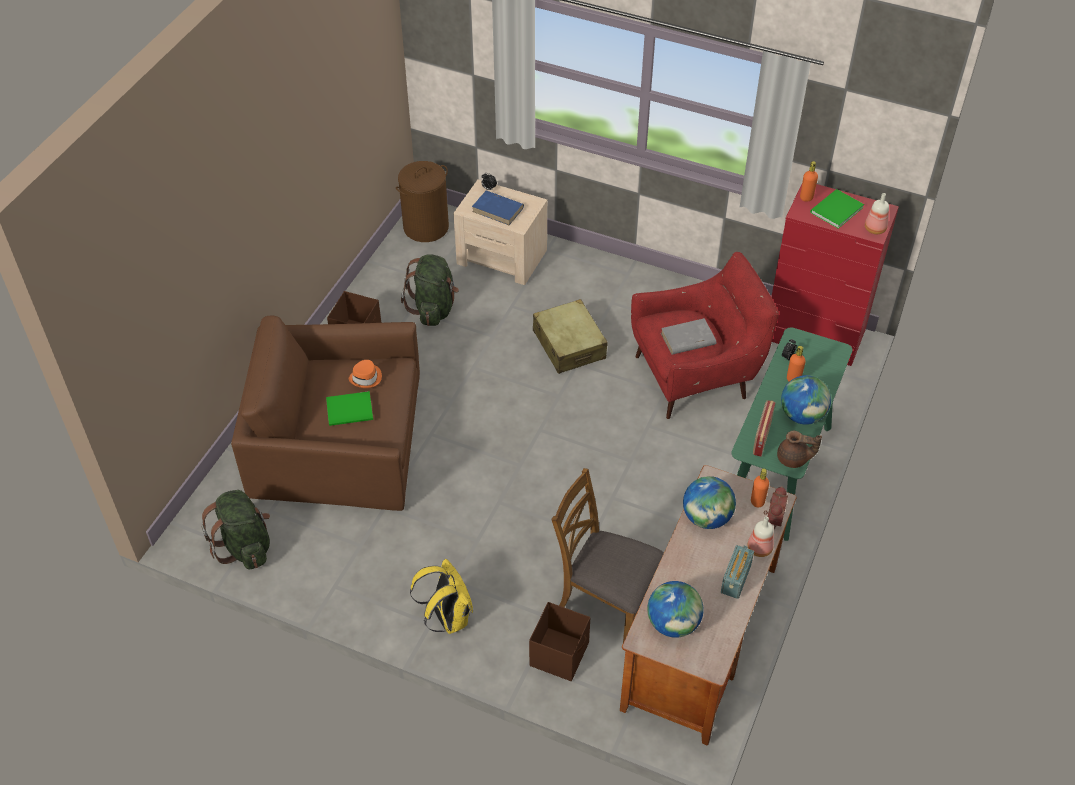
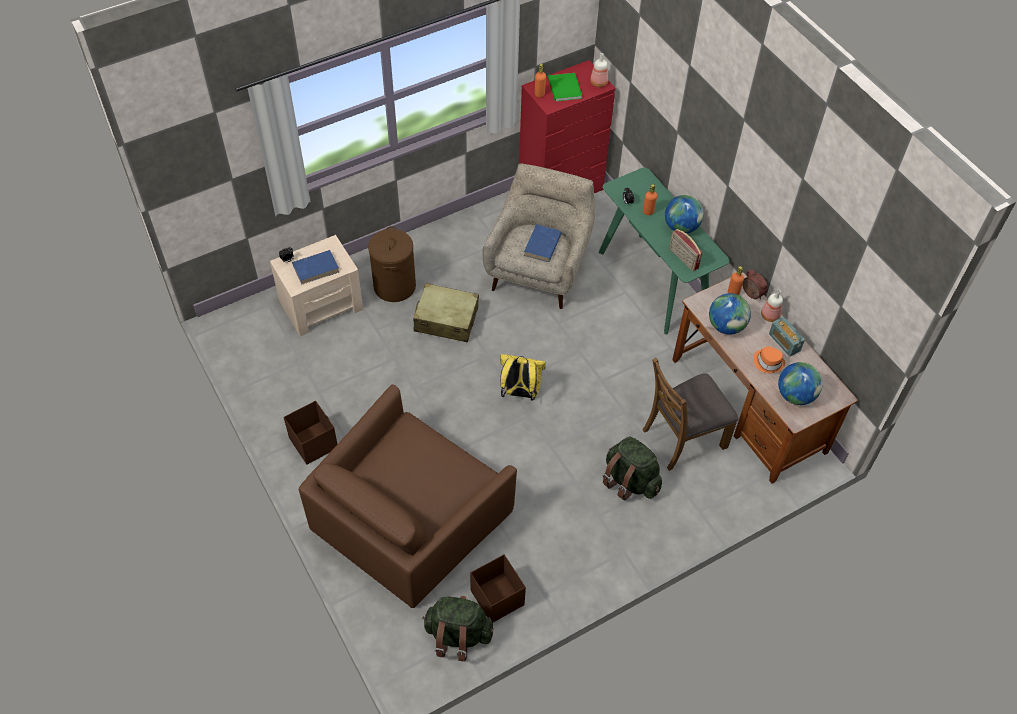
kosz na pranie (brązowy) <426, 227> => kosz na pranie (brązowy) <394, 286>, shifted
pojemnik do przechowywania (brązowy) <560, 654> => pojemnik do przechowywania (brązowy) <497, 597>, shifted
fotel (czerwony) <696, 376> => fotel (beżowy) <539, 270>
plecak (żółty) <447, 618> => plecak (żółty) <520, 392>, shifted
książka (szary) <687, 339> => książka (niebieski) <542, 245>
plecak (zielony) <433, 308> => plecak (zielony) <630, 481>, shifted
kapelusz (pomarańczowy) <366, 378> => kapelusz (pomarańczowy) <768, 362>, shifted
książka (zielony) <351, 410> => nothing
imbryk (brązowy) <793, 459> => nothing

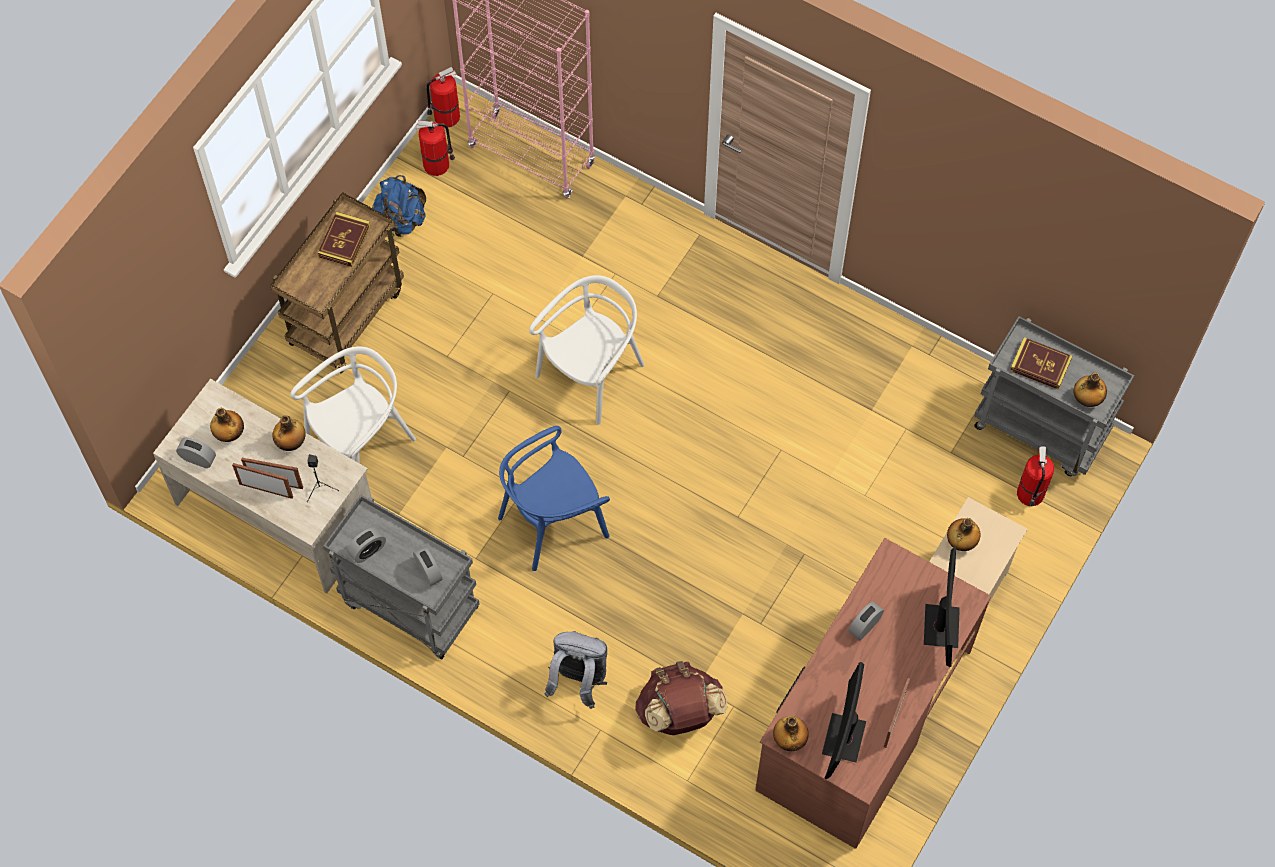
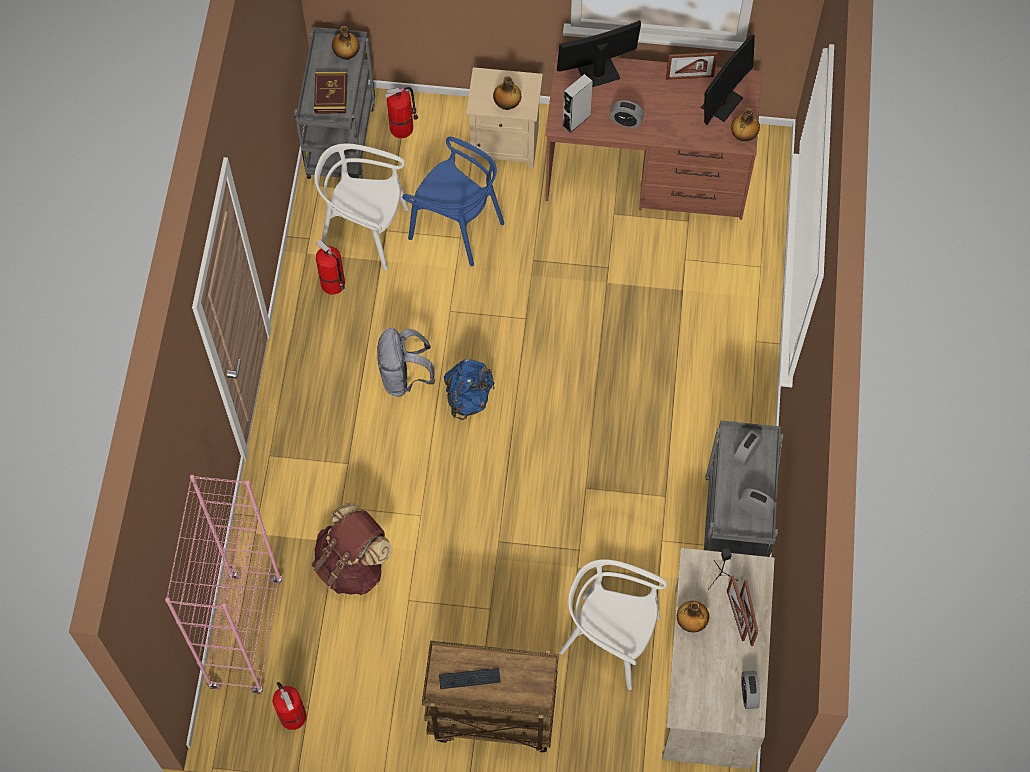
plecak (brązowy) <679, 713> => plecak (brązowy) <353, 565>, shifted
krzesło (biały) <591, 374> => krzesło (biały) <365, 231>, shifted
gaśnica <445, 117> => gaśnica <334, 284>, shifted
plecak (szary) <578, 680> => plecak (szary) <405, 378>, shifted
krzesło (niebieski) <553, 522> => krzesło (niebieski) <456, 227>, shifted
książka <344, 241> => klawiatura <469, 679>
plecak (niebieski) <401, 219> => plecak (niebieski) <469, 398>, shifted
nothing => głośnik (szary) <576, 120>
monitor <843, 738> => monitor <722, 103>, 45 degrees counterclockwise
butelka <229, 433> => nothing

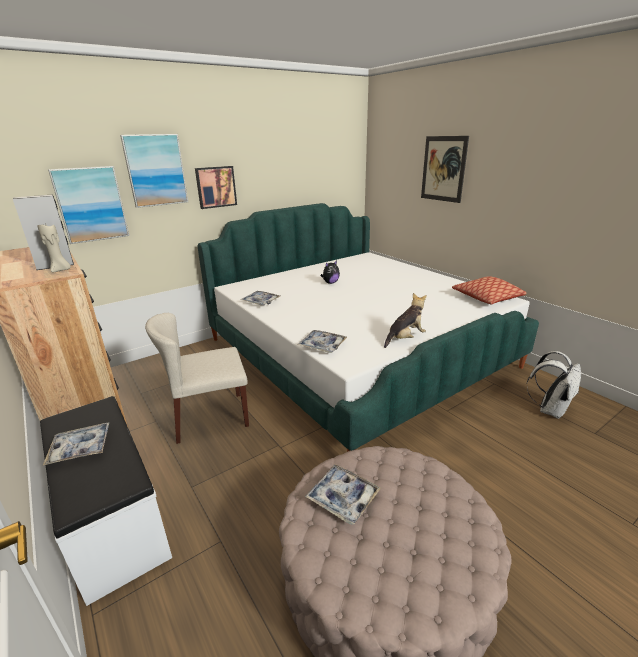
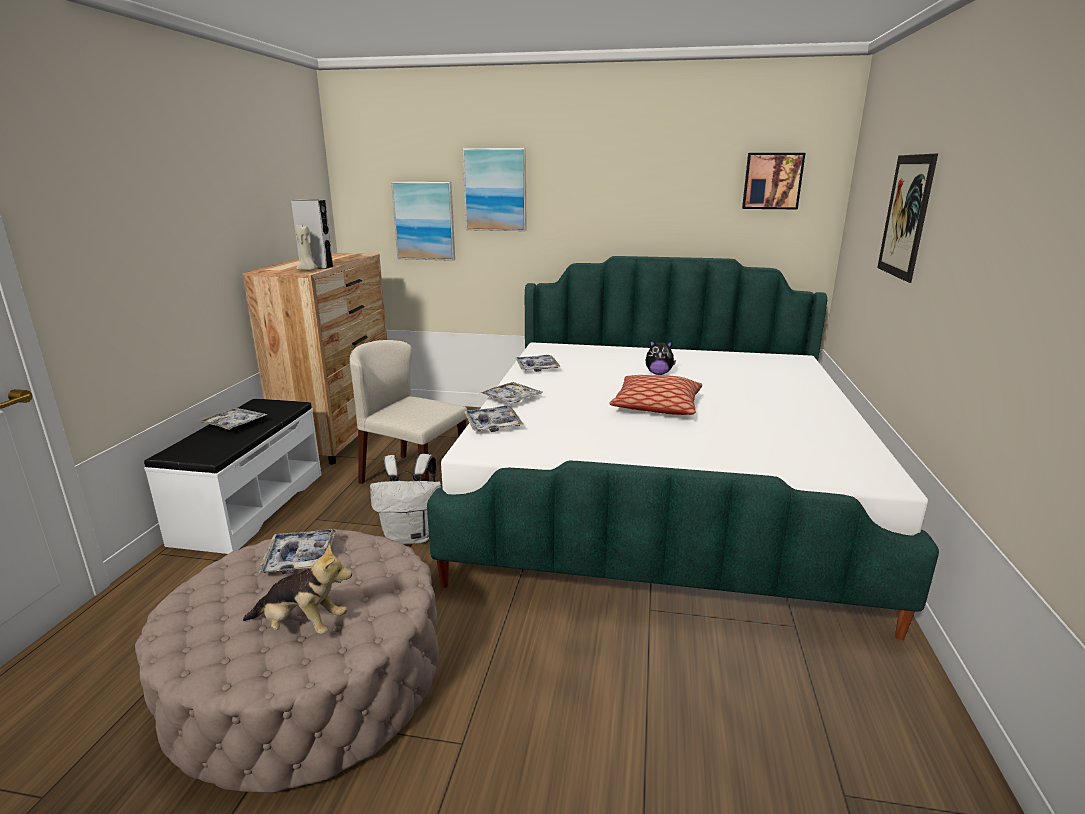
pluszak <405, 338> => pluszak <302, 625>, shifted
plecak (biały) <550, 409> => plecak (biały) <412, 536>, shifted
nothing => taca <511, 399>
poduszka <487, 298> => poduszka <656, 406>, shifted
obraz <215, 187> => obraz <772, 181>, shifted

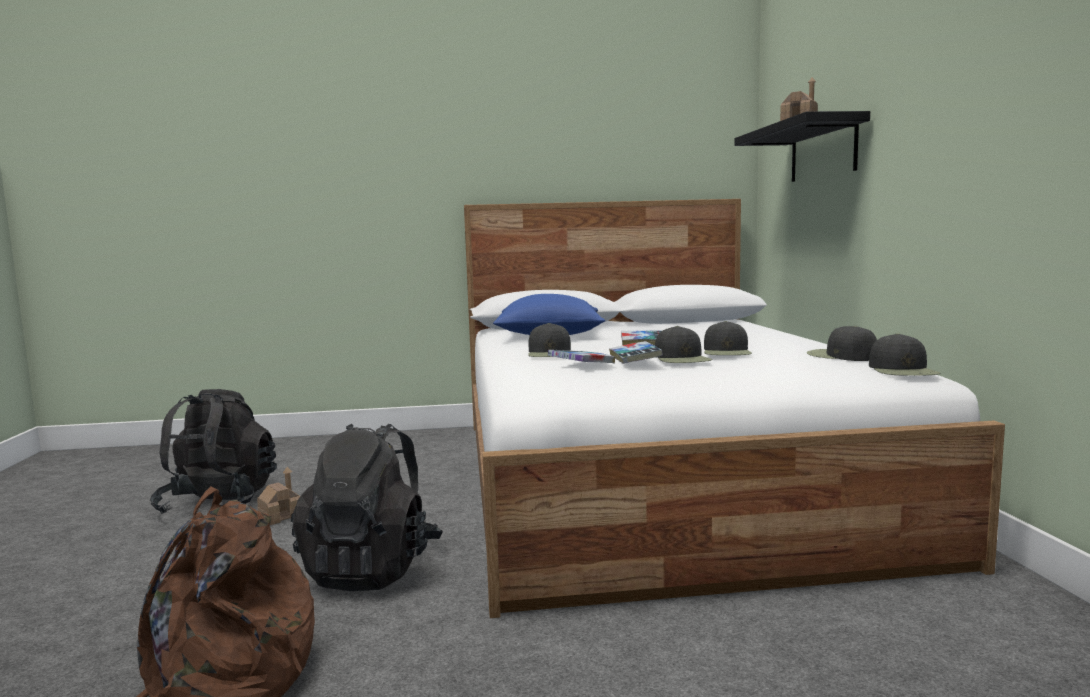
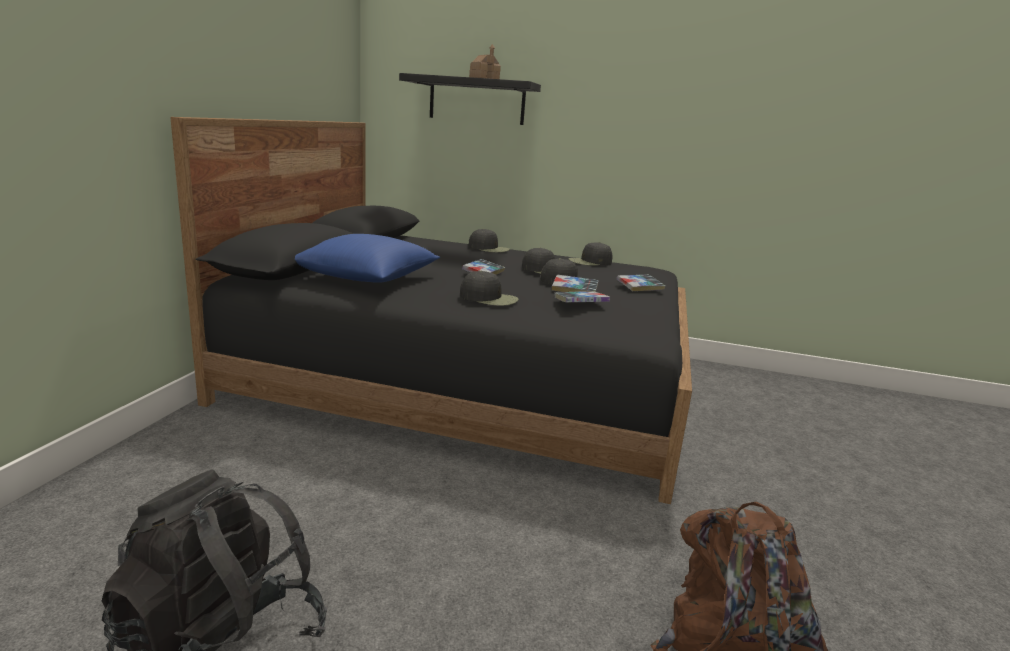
łóżko (biały) <657, 478> => łóżko (czarny) <469, 380>
czapka z daszkiem (czarny) <903, 370> => czapka z daszkiem (czarny) <489, 248>, shifted
nothing => książka <640, 287>
domek <280, 516> => nothing
plecak (czarny) <372, 569> => nothing

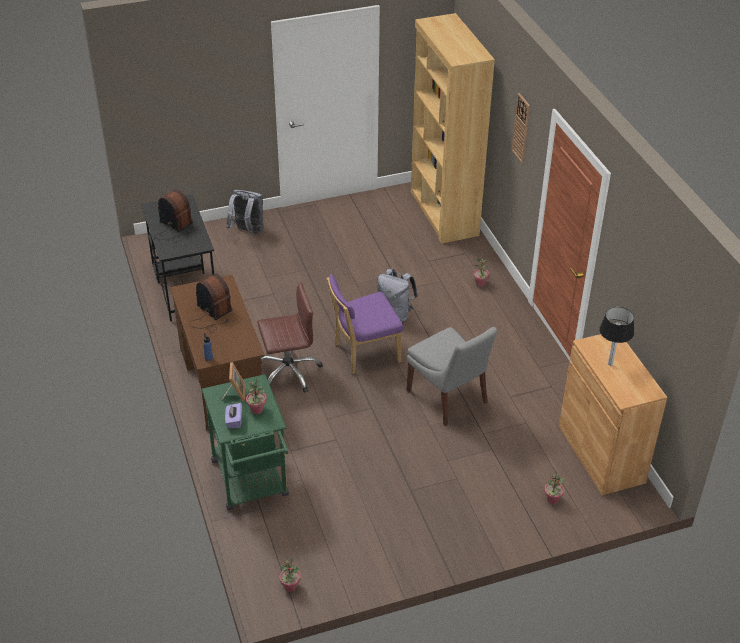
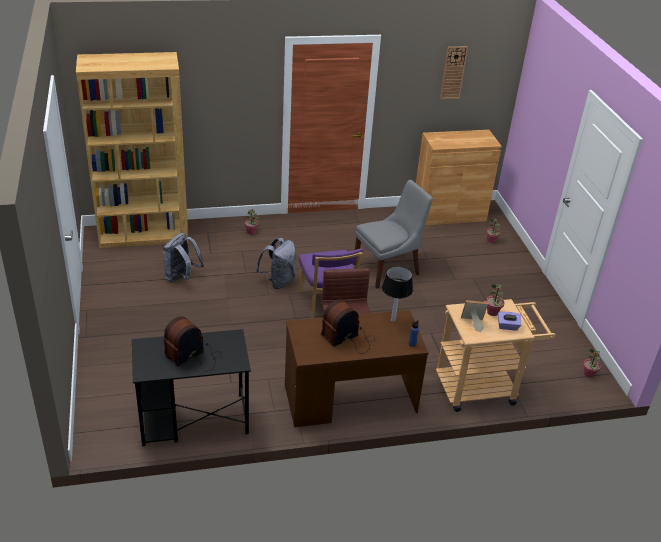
plecak (szary) <247, 231> => plecak (szary) <181, 277>, shifted
lampa stołowa <610, 364> => lampa stołowa <393, 320>, shifted
wózek (zielony) <252, 483> => wózek (beżowy) <482, 387>
zegar ścienny <521, 128> => zegar ścienny <453, 72>, shifted

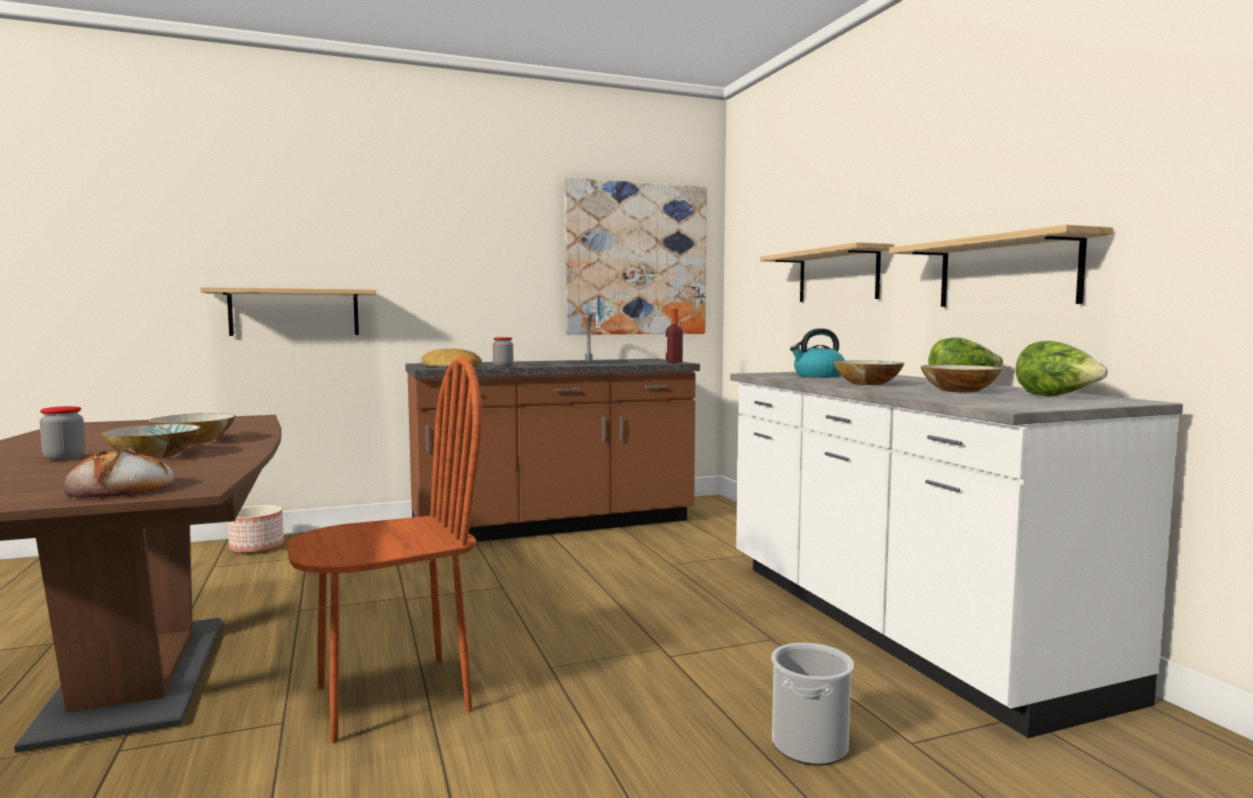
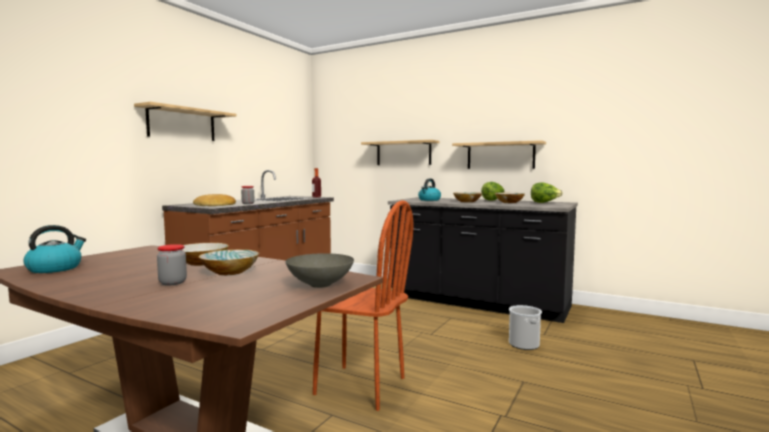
nothing => czajnik <55, 268>
półka <294, 312> => półka <182, 124>, shifted
chleb <122, 489> => miska (szary) <321, 284>
krzesło (brązowy) <392, 698> => krzesło (brązowy) <359, 386>, 90 degrees clockwise
zabudowa kuchenna (biały) <898, 625> => zabudowa kuchenna (czarny) <478, 302>
donica <257, 548> => nothing
obraz <636, 259> => nothing

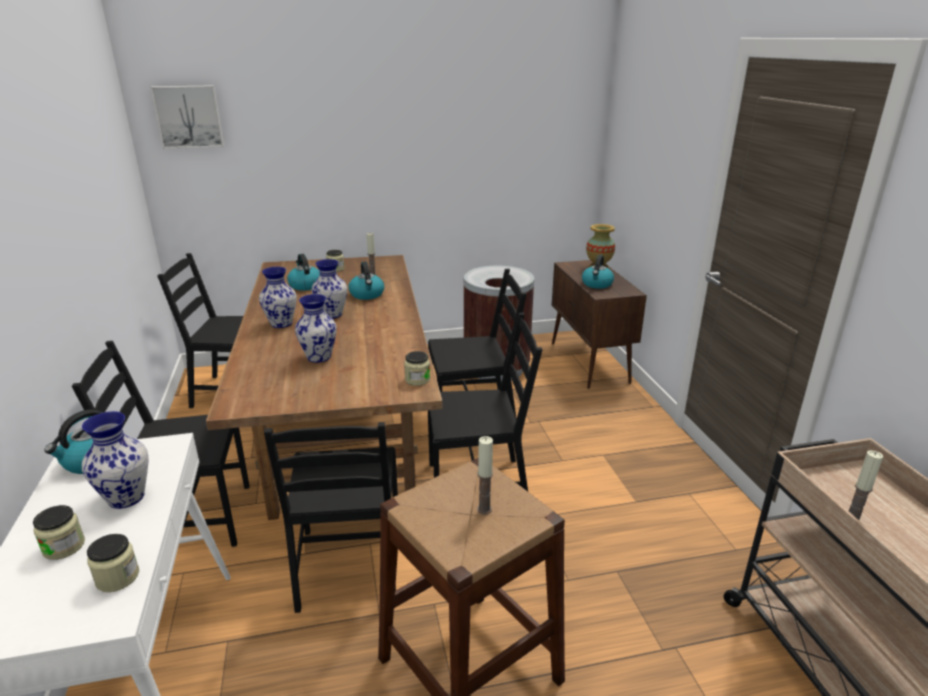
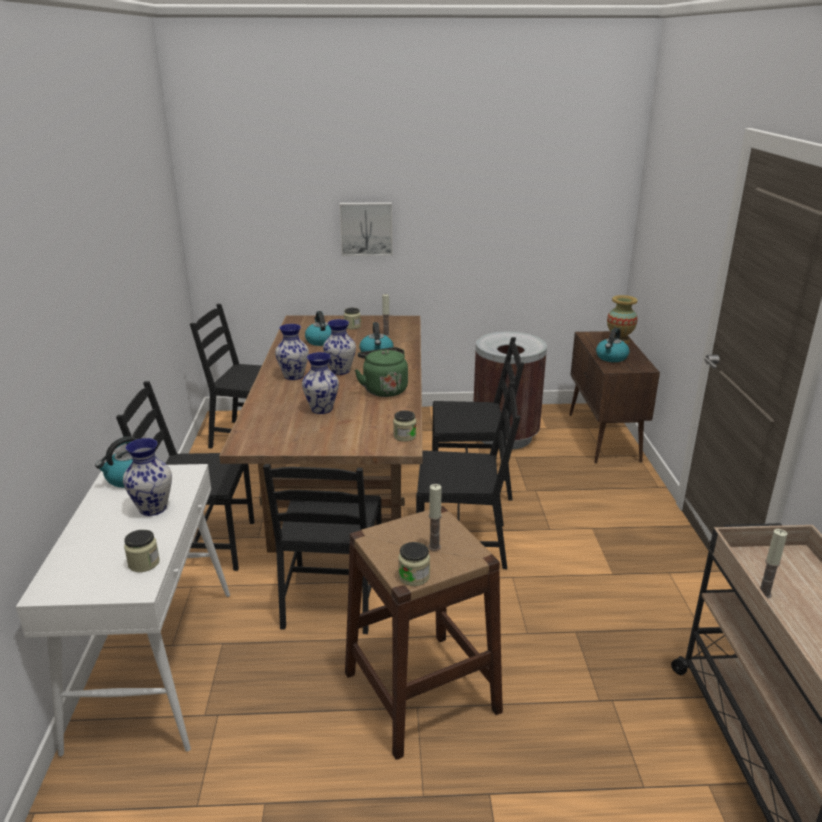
obraz <189, 116> => obraz <366, 228>, shifted
nothing => czajnik (zielony) <383, 389>
słoik <64, 547> => słoik <414, 576>, shifted

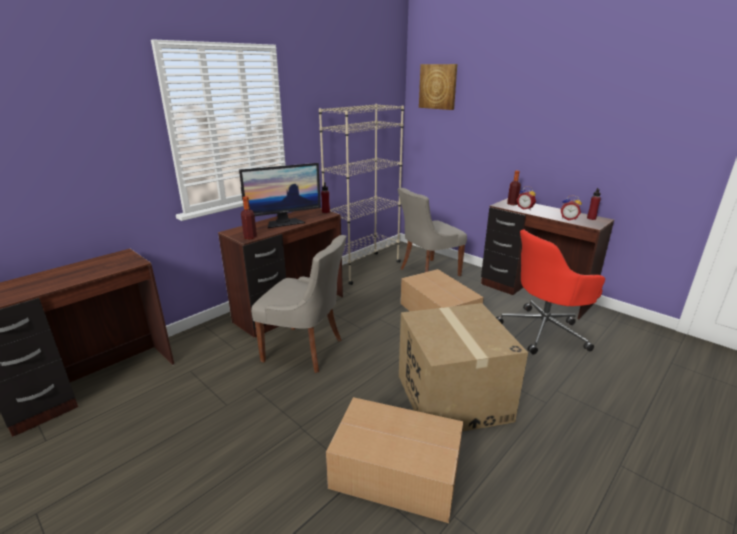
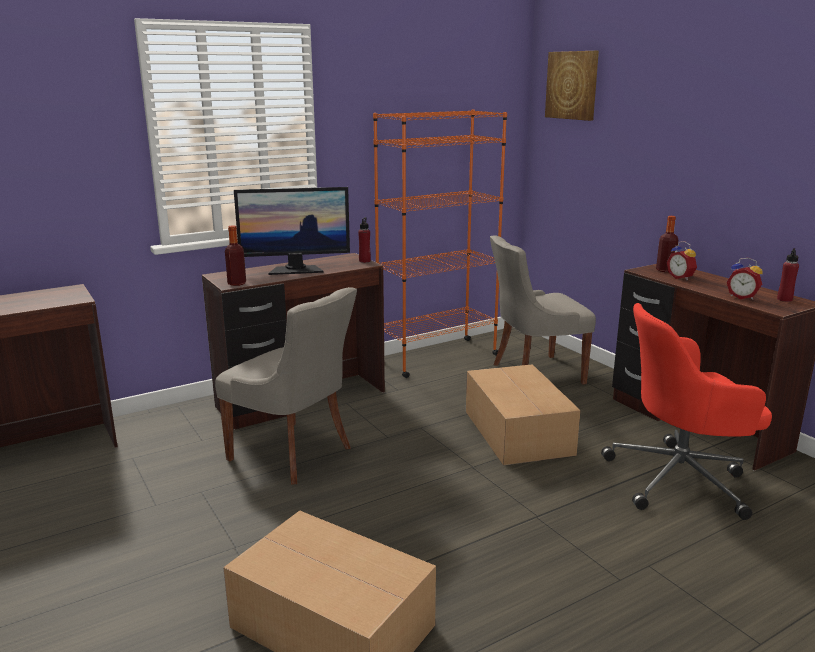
regał (beżowy) <363, 268> => regał (pomarańczowy) <437, 357>
karton <452, 397> => nothing

